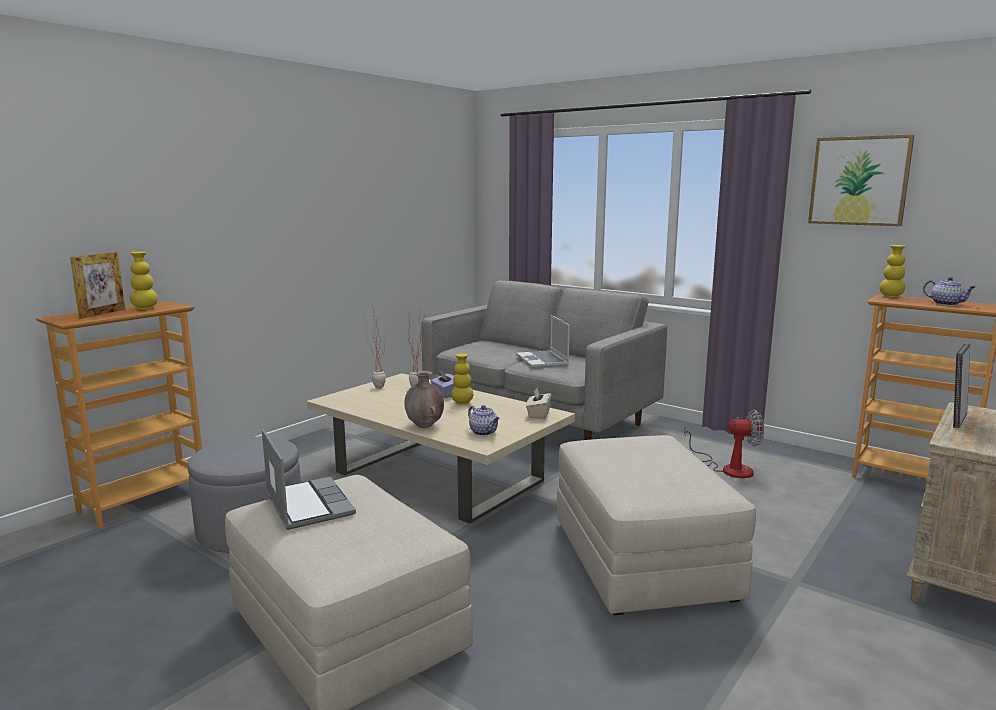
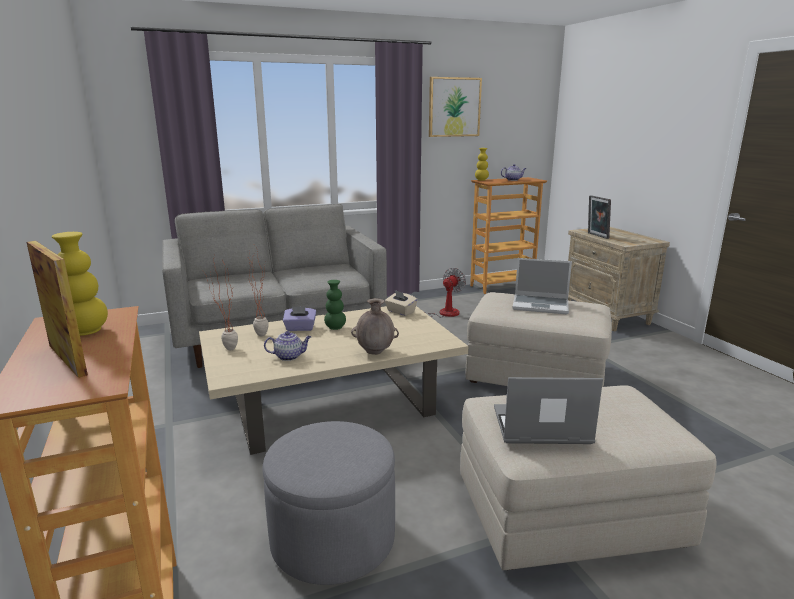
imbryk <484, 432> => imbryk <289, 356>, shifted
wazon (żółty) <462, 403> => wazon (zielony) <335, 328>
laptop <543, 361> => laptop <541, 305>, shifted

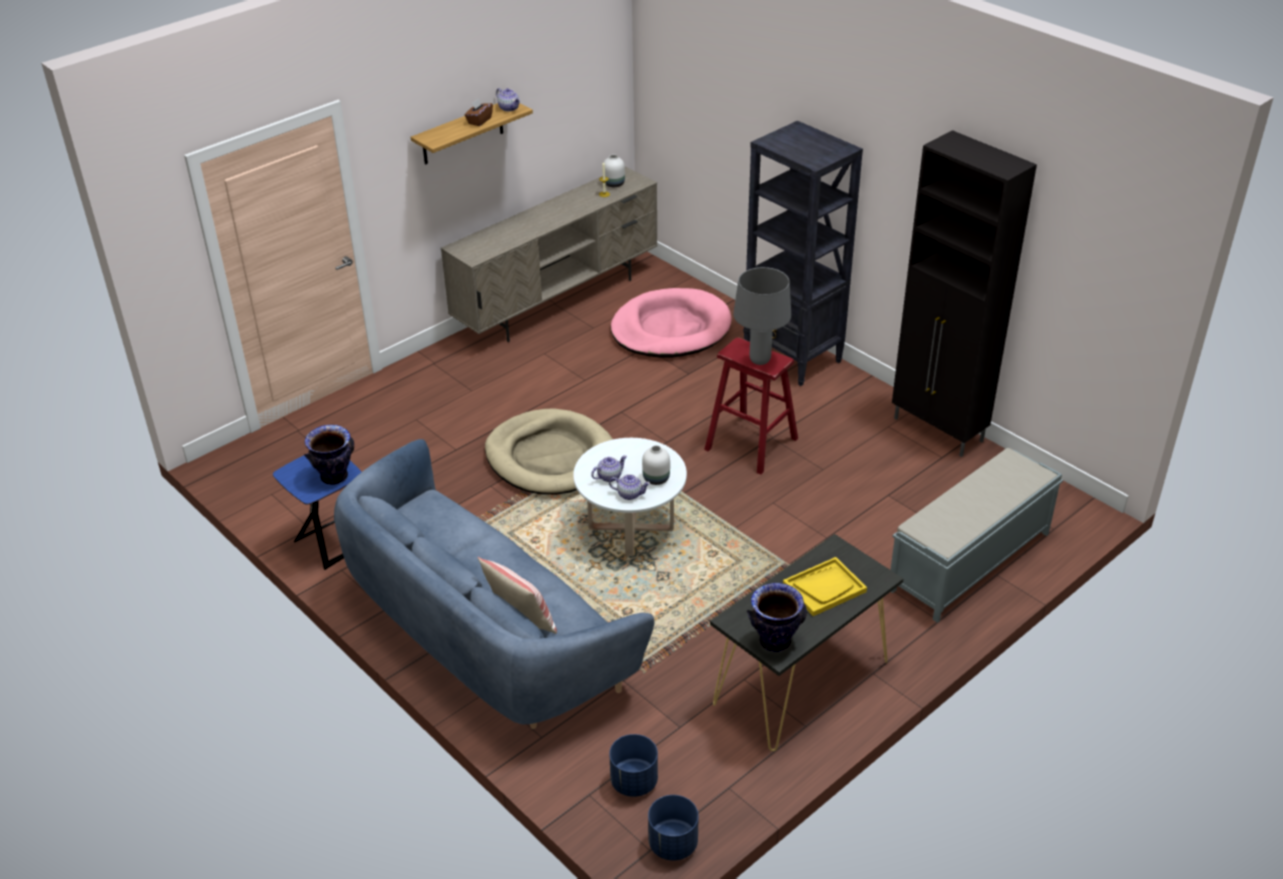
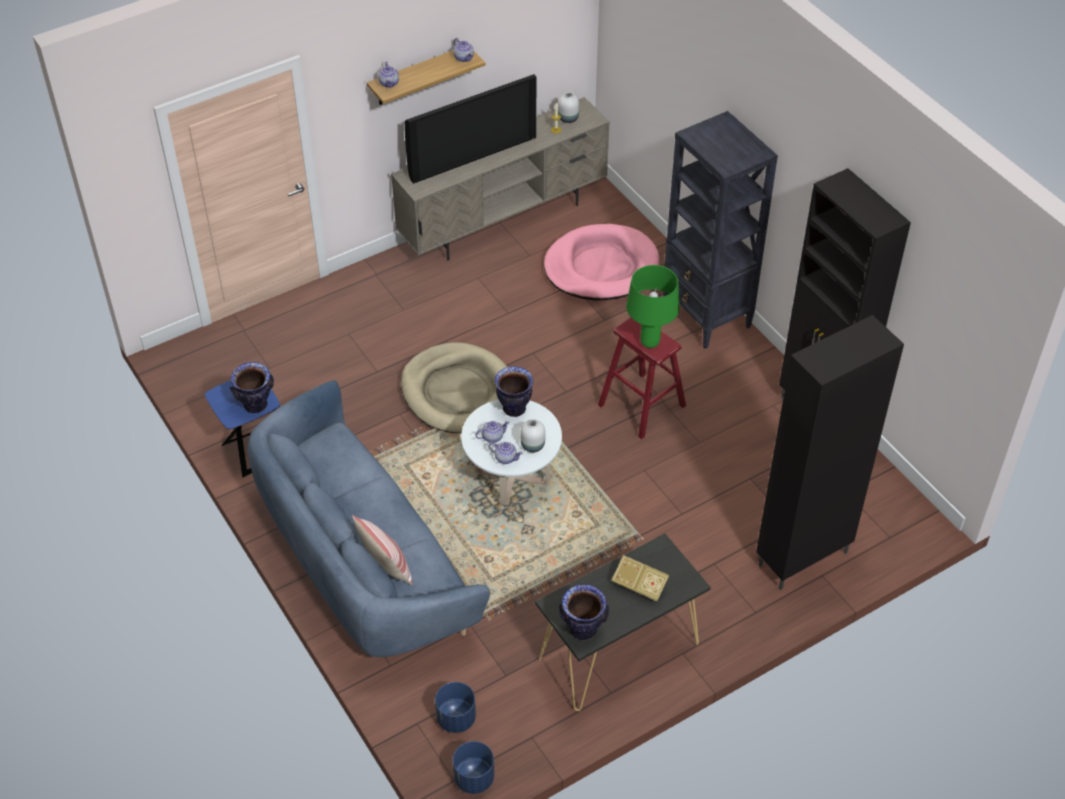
nothing => imbryk <389, 83>
nothing => telewizor <472, 155>
nothing => wazon <514, 409>
taca (żółty) <824, 588> => książka <640, 585>
lampa stołowa (szary) <759, 360> => lampa stołowa (zielony) <649, 342>
ławka (szary) <968, 562> => szafka (czarny) <801, 559>
pudełko chusteczek (brązowy) <479, 121> => nothing

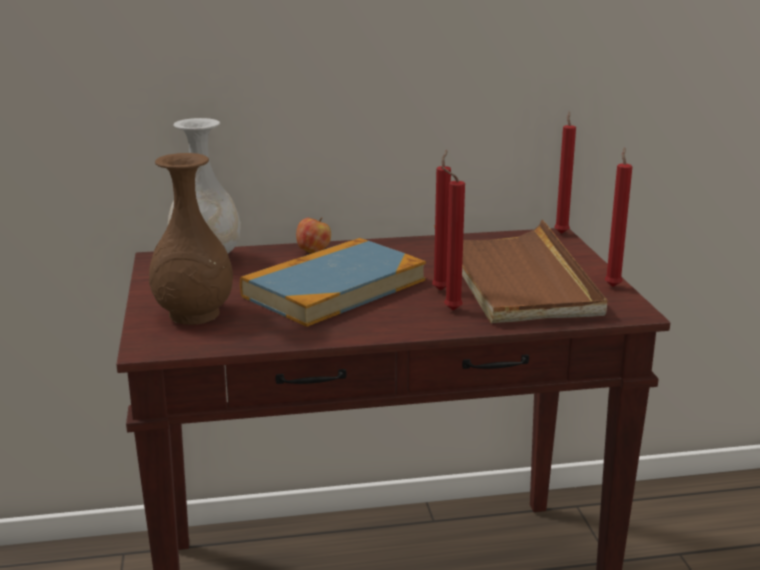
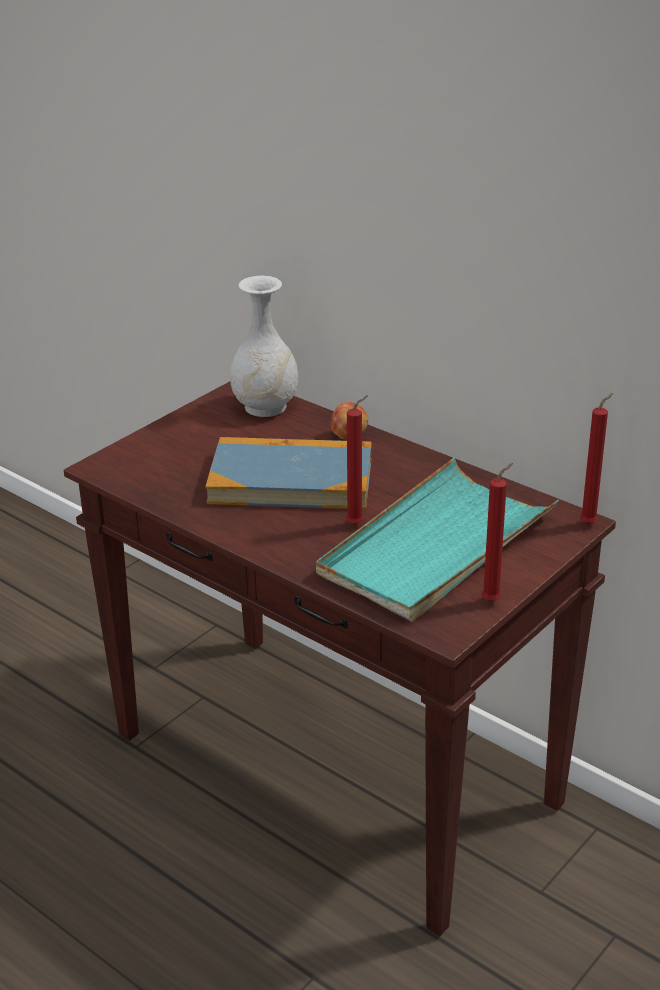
taca (brązowy) <515, 278> => taca (turkusowy) <436, 546>
wazon (brązowy) <194, 315> => nothing
świeca (czerwony) <450, 310> => nothing

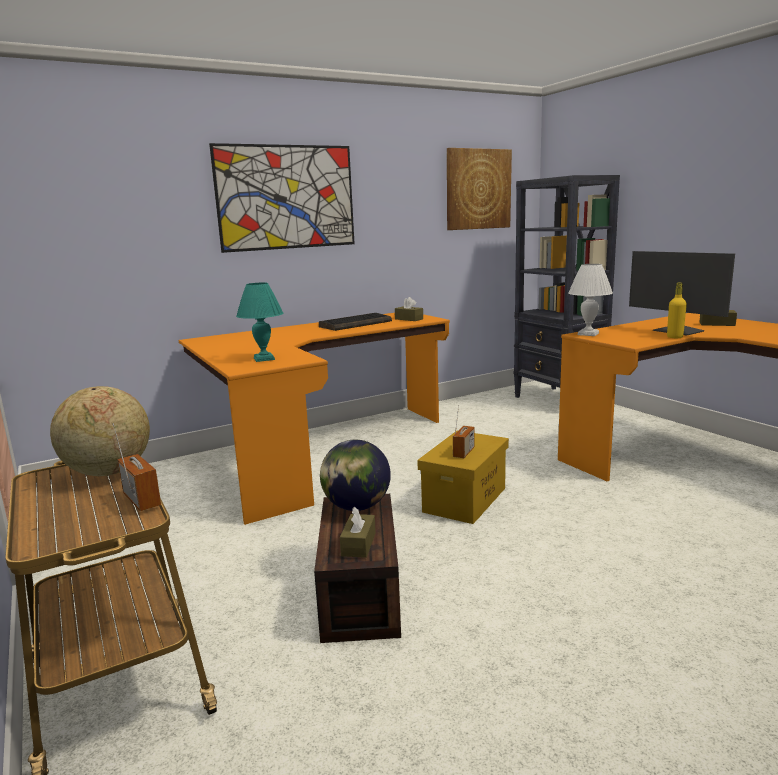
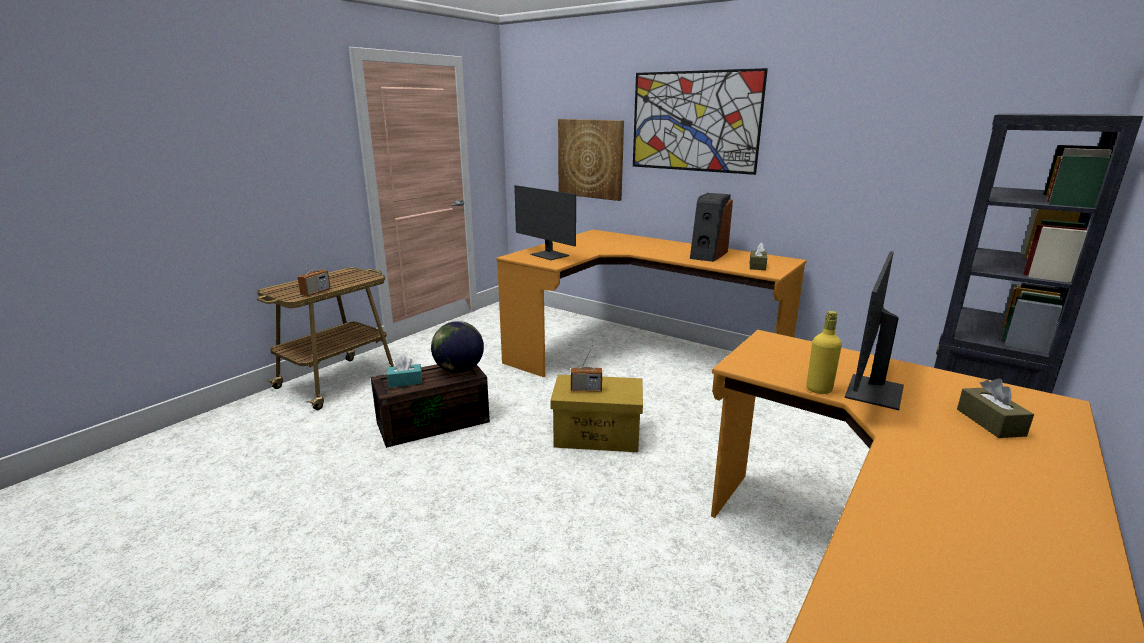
pudełko chusteczek (brązowy) <358, 544> => pudełko chusteczek (turkusowy) <405, 382>
lampa stołowa (turkusowy) <264, 358> => monitor <549, 255>
obraz <478, 189> => obraz <590, 159>, shifted
klawiatura <356, 324> => głośnik <708, 255>
globus <108, 472> => nothing
lampa stołowa (biały) <588, 334> => nothing

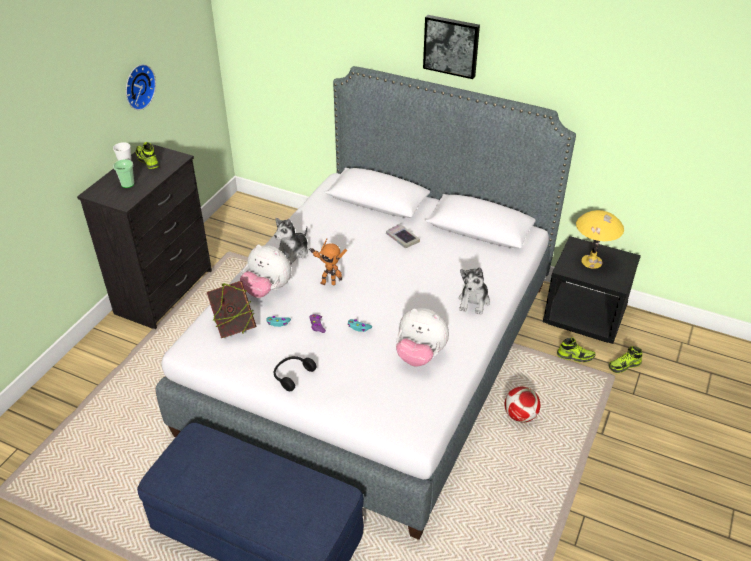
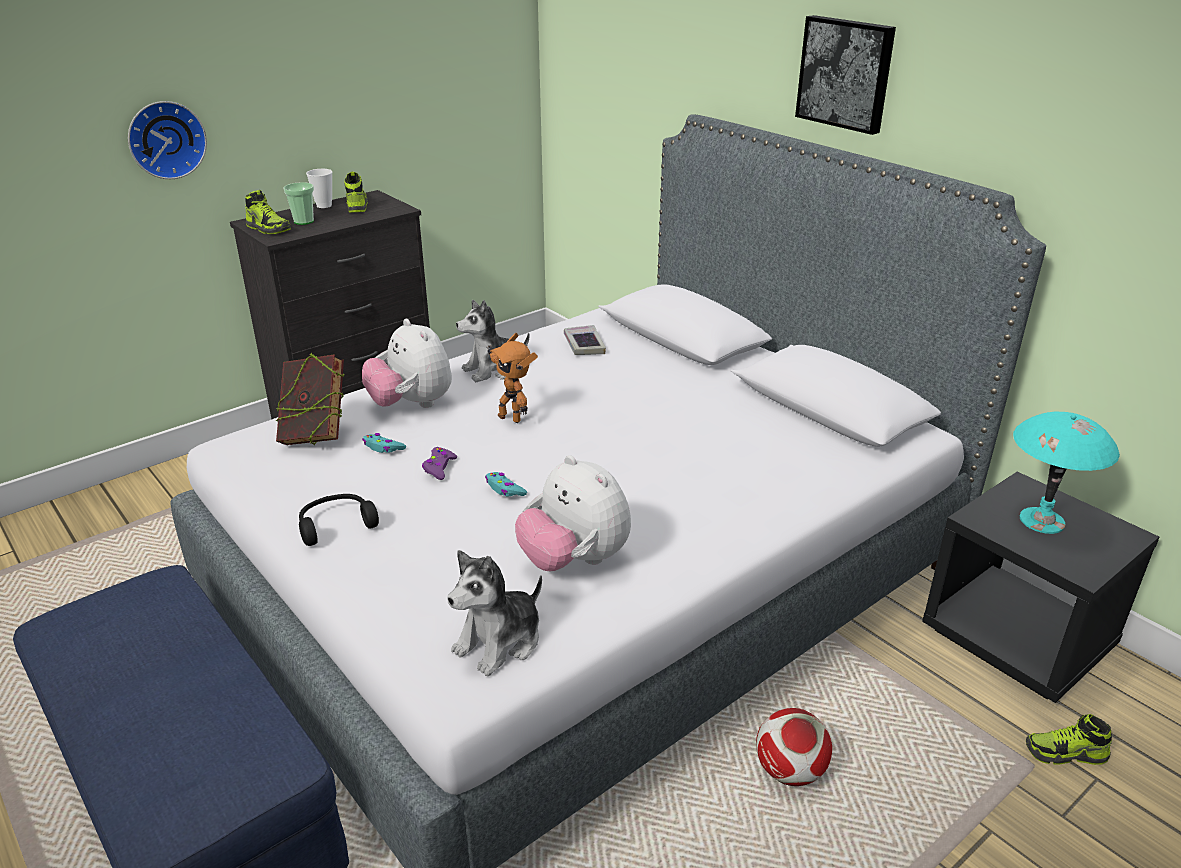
zegar ścienny <137, 86> => zegar ścienny <166, 139>, shifted
but <575, 356> => but <268, 228>, shifted
pluszak <474, 301> => pluszak <500, 642>, shifted
książka <402, 238> => książka <584, 345>, shifted
lampa stołowa (żółty) <592, 262> => lampa stołowa (turkusowy) <1042, 521>

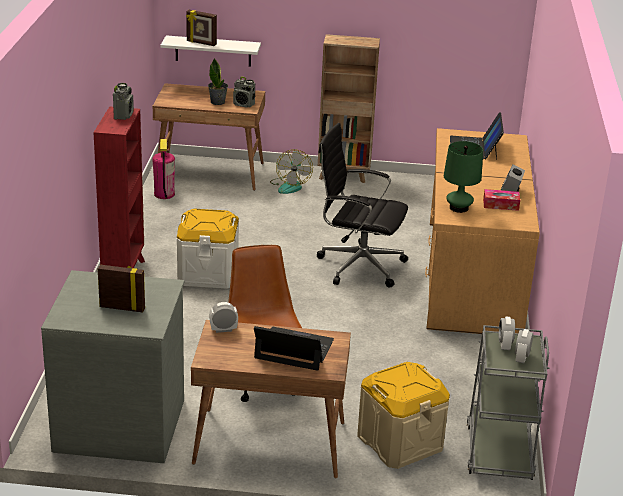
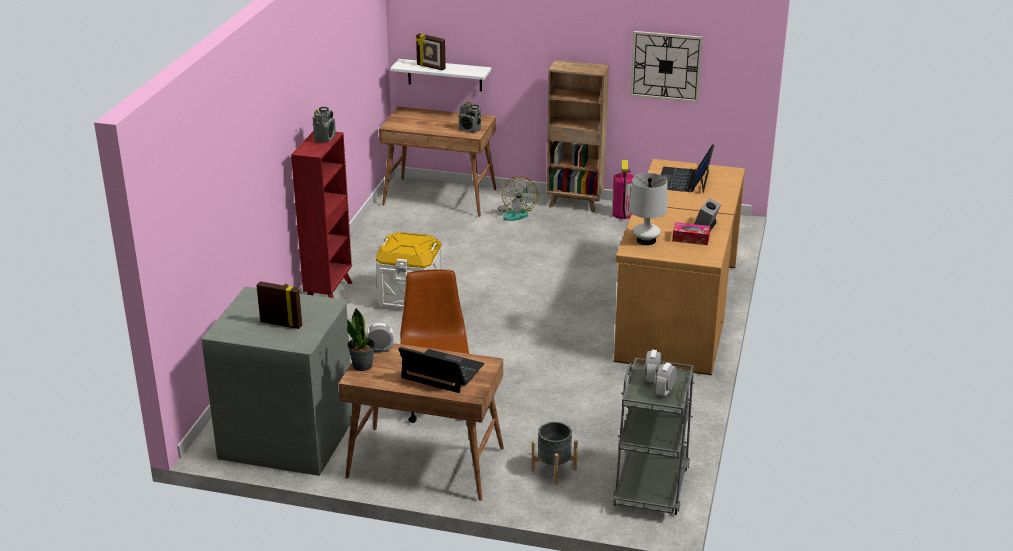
roślina doniczkowa <218, 102> => roślina doniczkowa <362, 365>, shifted
pojemnik do przechowywania (beżowy) <399, 442> => donica (szary) <553, 470>
gaśnica <164, 194> => gaśnica <622, 214>, shifted
lampa stołowa (zielony) <459, 208> => lampa stołowa (biały) <646, 240>
nothing => zegar ścienny <666, 66>
krzesło biurowe (czarny) <358, 265> => nothing

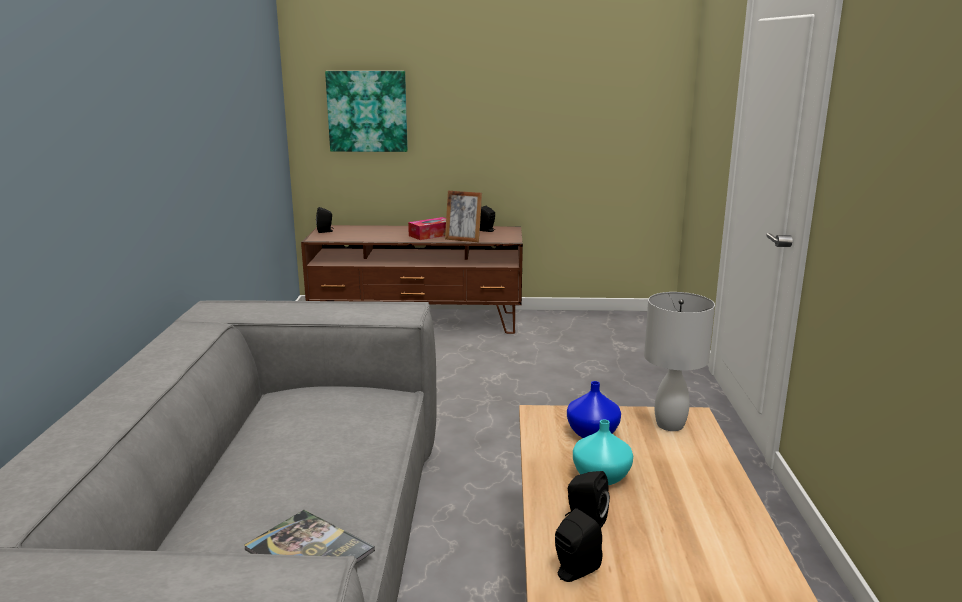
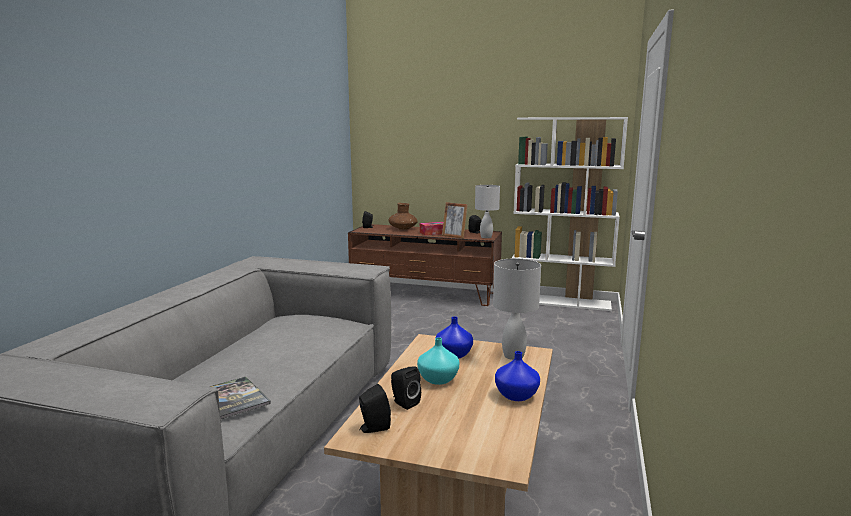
nothing => wazon (brązowy) <403, 228>
nothing => lampa stołowa (biały) <485, 237>
nothing => wazon (niebieski) <517, 395>
nothing => regał (biały) <560, 302>
obraz <367, 111> => nothing

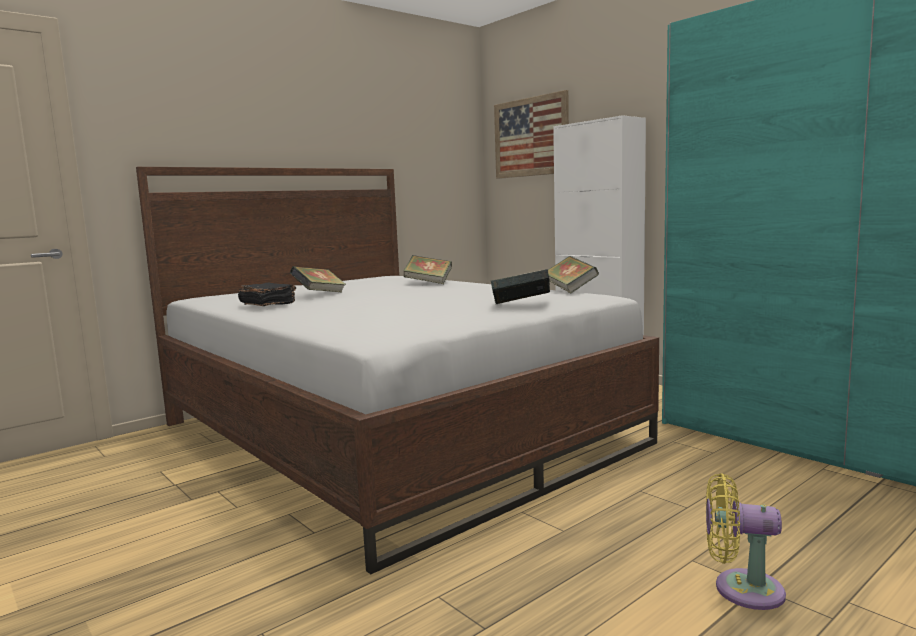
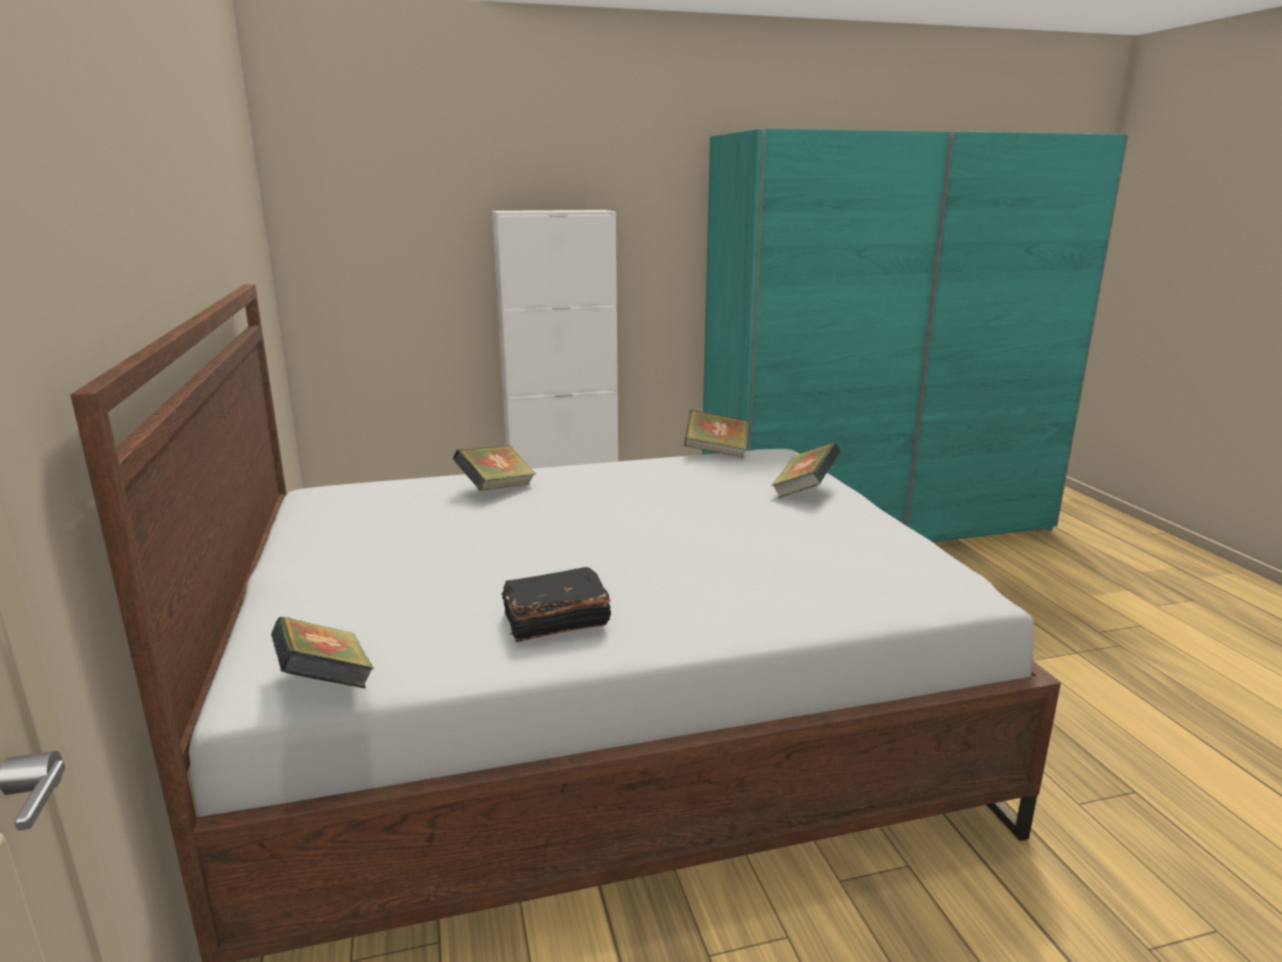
książka <319, 294> => książka <325, 684>, shifted
obraz <531, 137> => nothing
wentylator (żółty) <741, 589> => nothing

